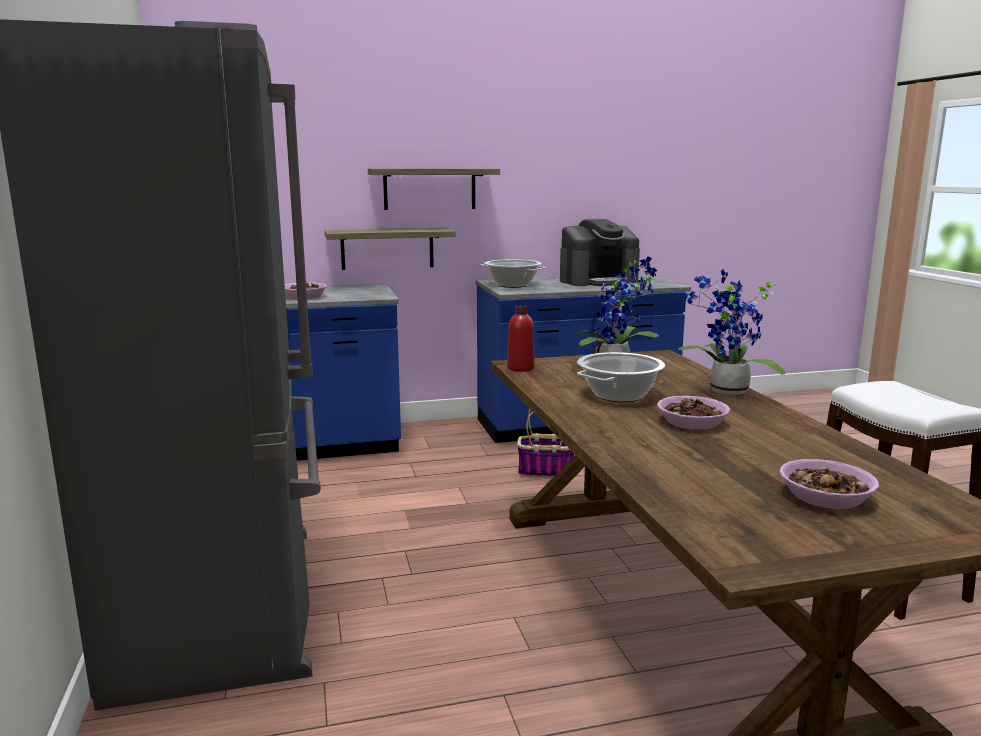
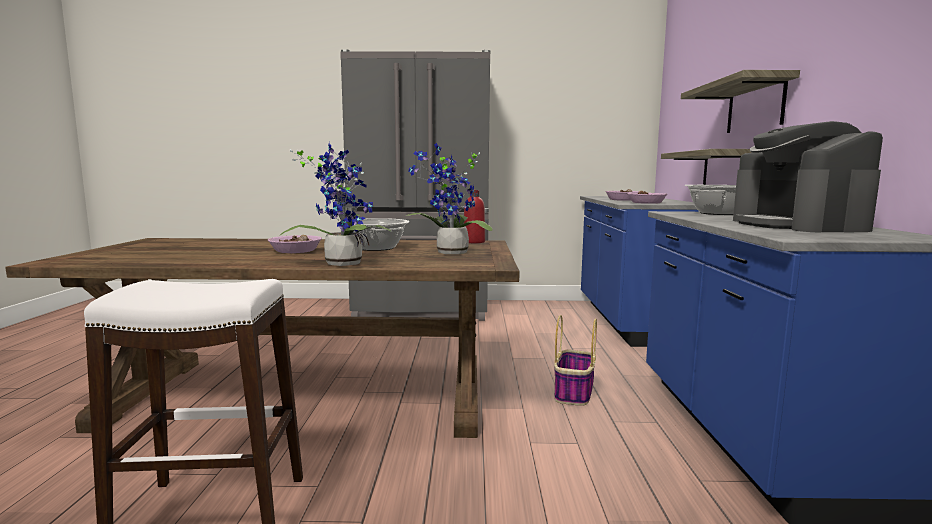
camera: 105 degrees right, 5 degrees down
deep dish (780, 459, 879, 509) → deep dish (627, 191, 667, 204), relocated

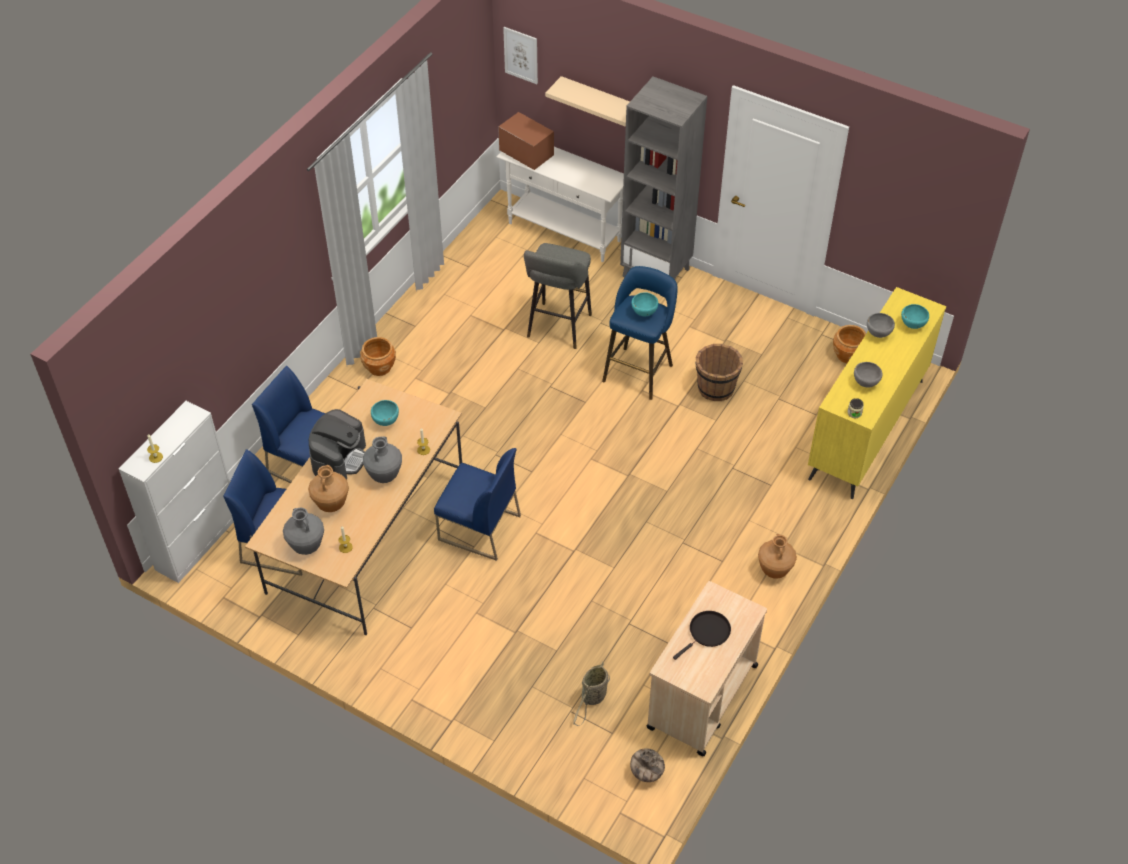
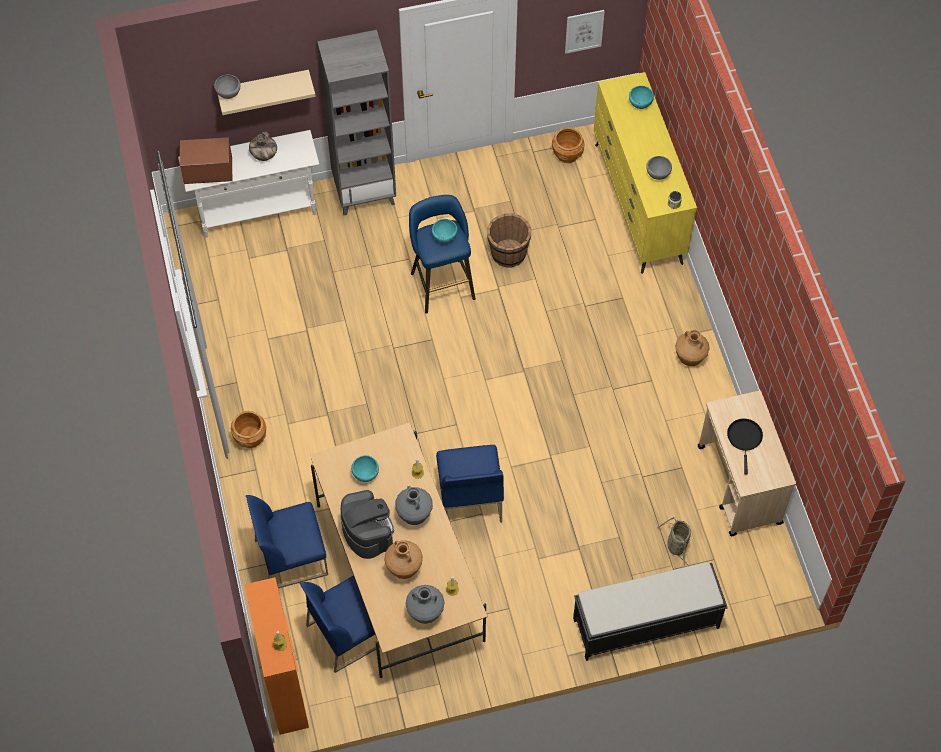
camera: 45 degrees left, 10 degrees up
white-coloured cupboard (118, 401, 234, 583) → orange-coloured cupboard (244, 577, 309, 735)
blue plain chair (434, 448, 521, 561) → blue plain chair (436, 445, 504, 523), 105 degrees clockwise
picture (503, 27, 538, 84) → picture (565, 10, 605, 54), relocated
grey stool seat (524, 243, 592, 349) → -
decorative vase (630, 748, 665, 782) → decorative vase (249, 131, 277, 161), relocated
grey deep dish (867, 313, 895, 338) → grey deep dish (214, 74, 240, 99), relocated
- → black long seat (573, 562, 728, 661)

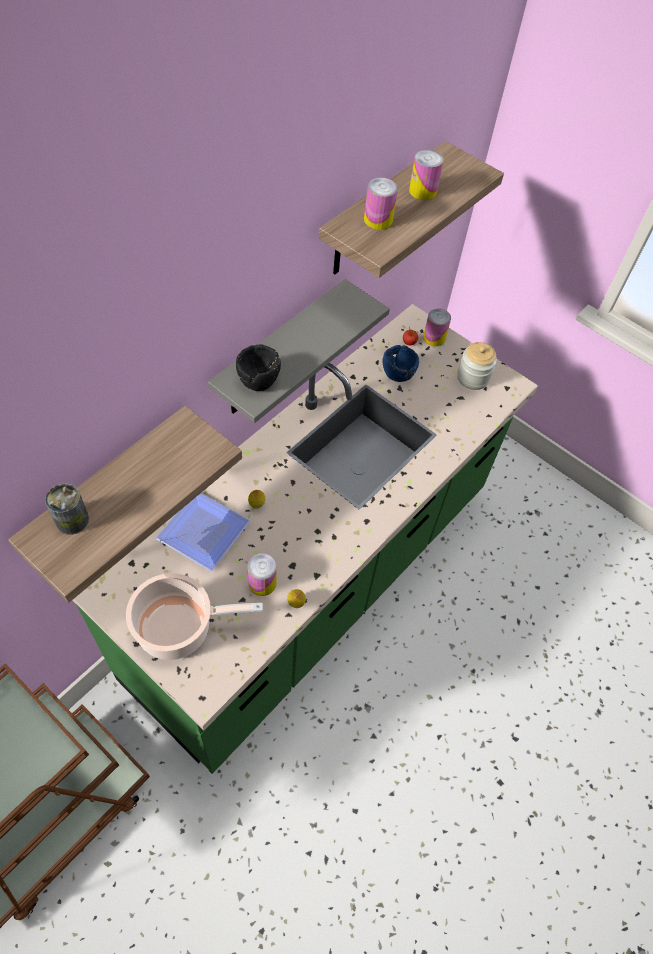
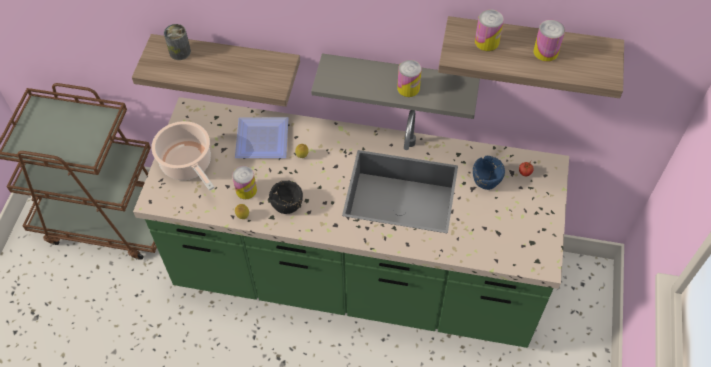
camera: 65 degrees right, 0 degrees up
black deep dish (236, 344, 281, 391) → black deep dish (269, 181, 303, 214), relocated
metal can (423, 308, 451, 346) → metal can (397, 60, 422, 97), relocated
jar (457, 342, 497, 390) → -

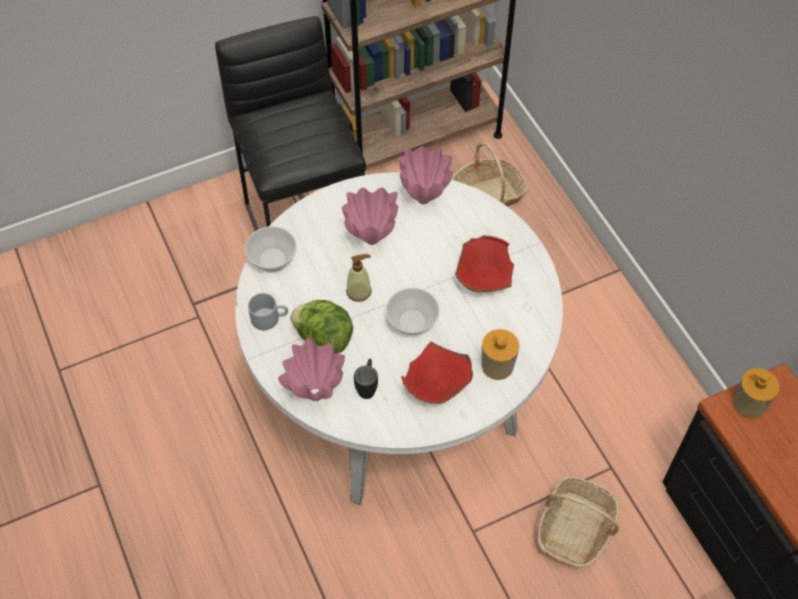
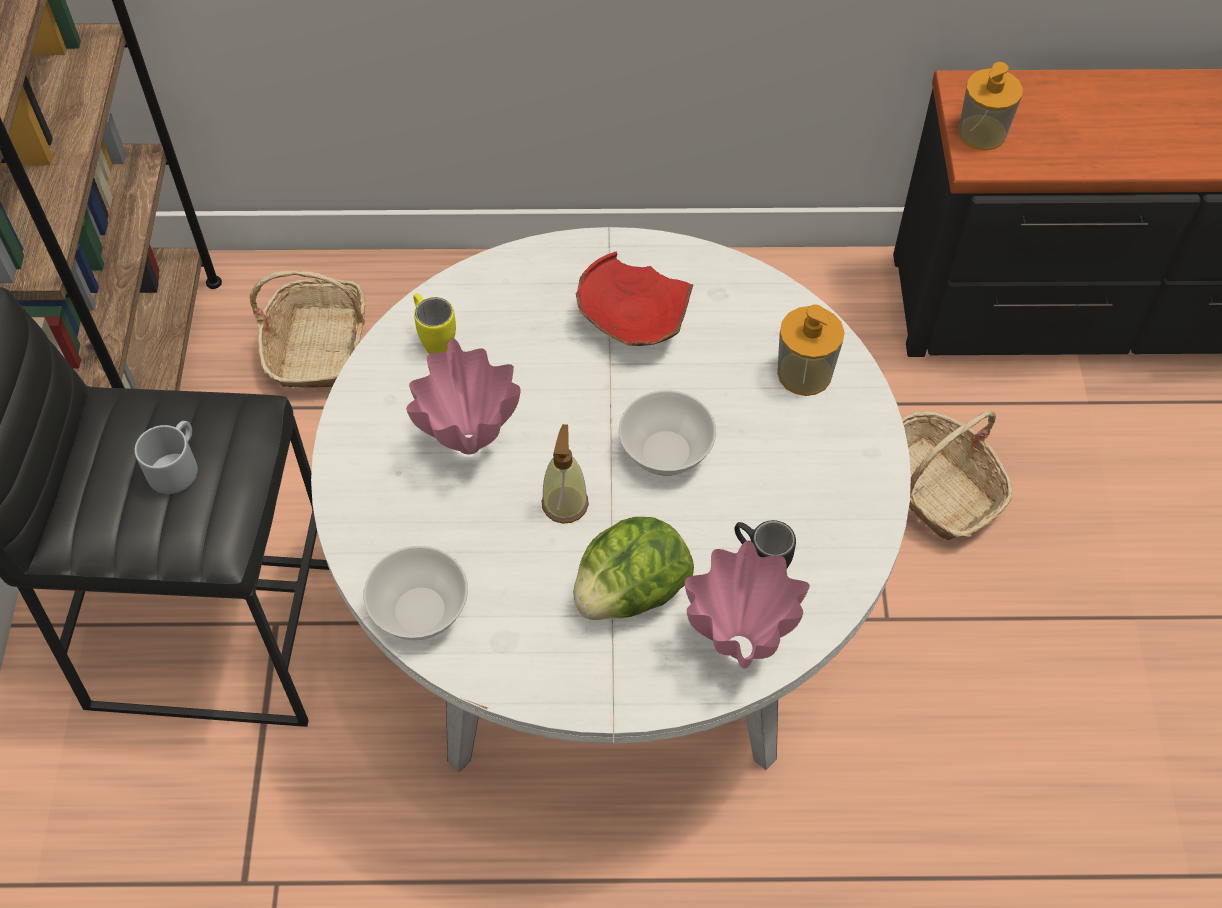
camera: 65 degrees left, 0 degrees up
grey coffee mug (248, 293, 288, 330) → grey coffee mug (135, 421, 198, 494), relocated
pinkish decorative vase (399, 146, 453, 204) → yellow-coloured coffee mug (413, 293, 456, 354)
red deep dish (401, 341, 473, 404) → -

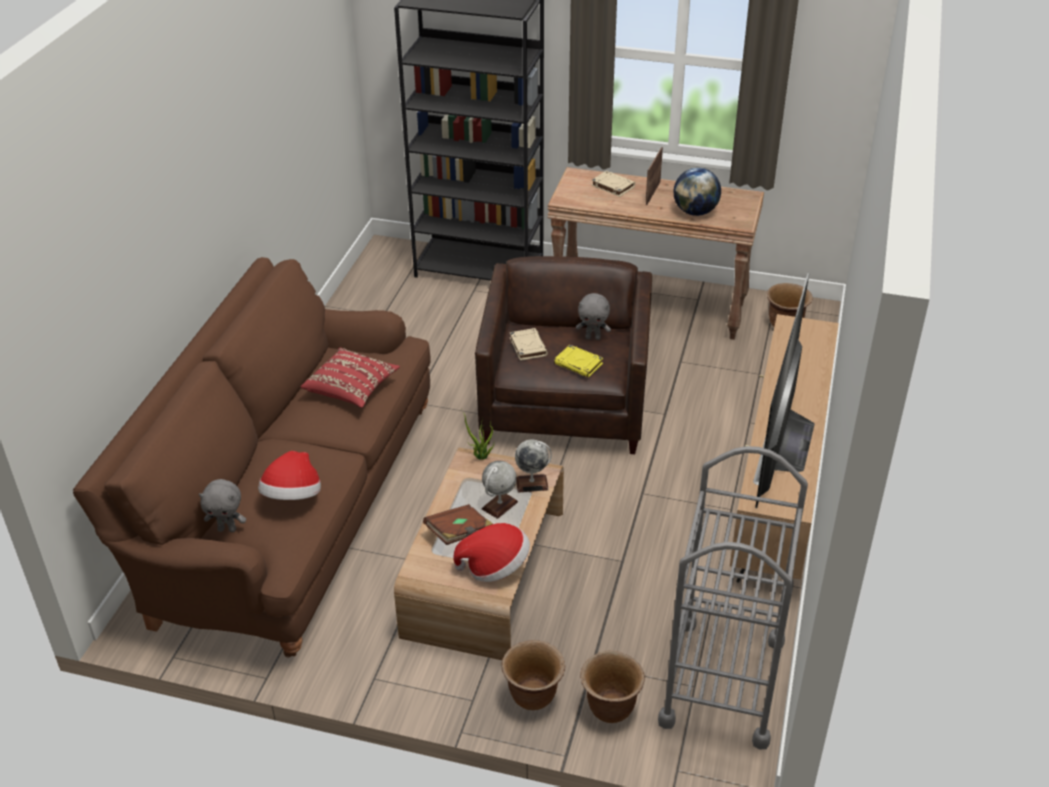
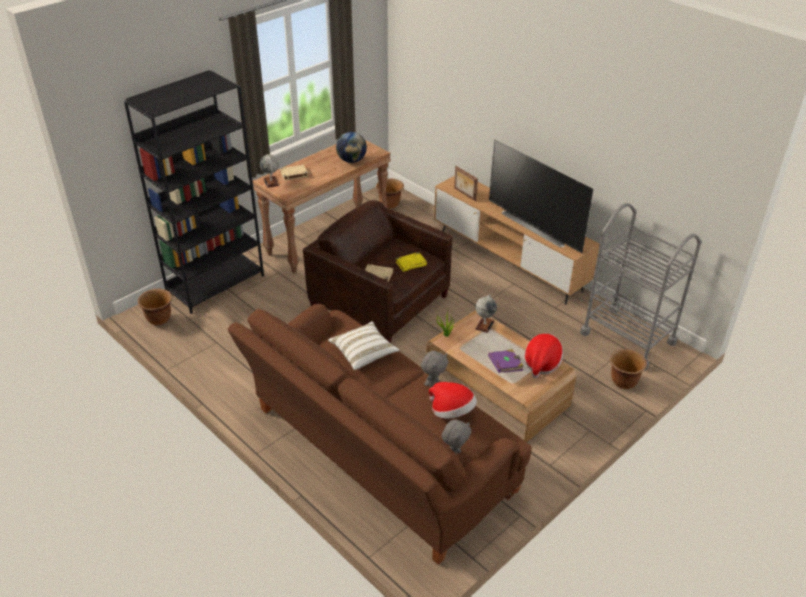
camera: 60 degrees left, 0 degrees up
red cushion (301, 347, 400, 408) → white-coloured cushion (328, 321, 400, 370)
brown volume (423, 504, 493, 545) → purple-coloured volume (488, 349, 523, 373)
globe (482, 461, 518, 519) → globe (260, 154, 279, 188), relocated
brown planter (501, 640, 565, 710) → brown planter (138, 289, 172, 325), relocated
grey plush toy (576, 293, 611, 340) → grey plush toy (421, 351, 449, 387), relocated
picture frame (646, 147, 663, 205) → picture frame (454, 166, 478, 201), relocated

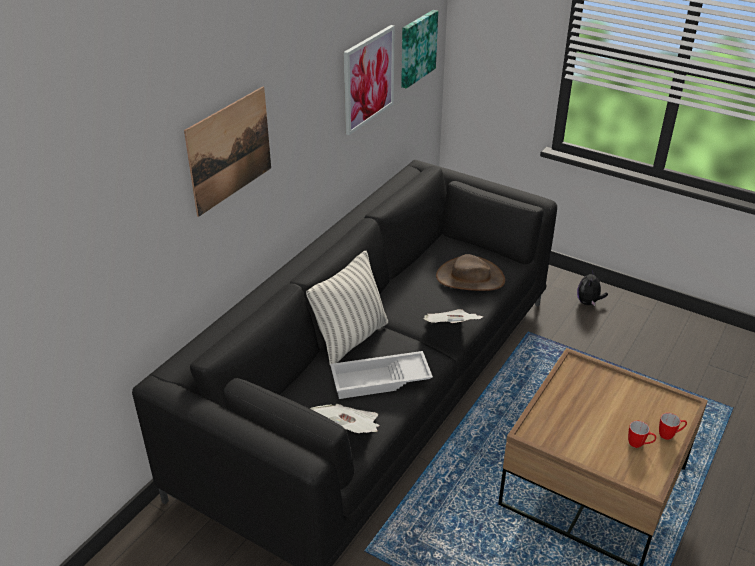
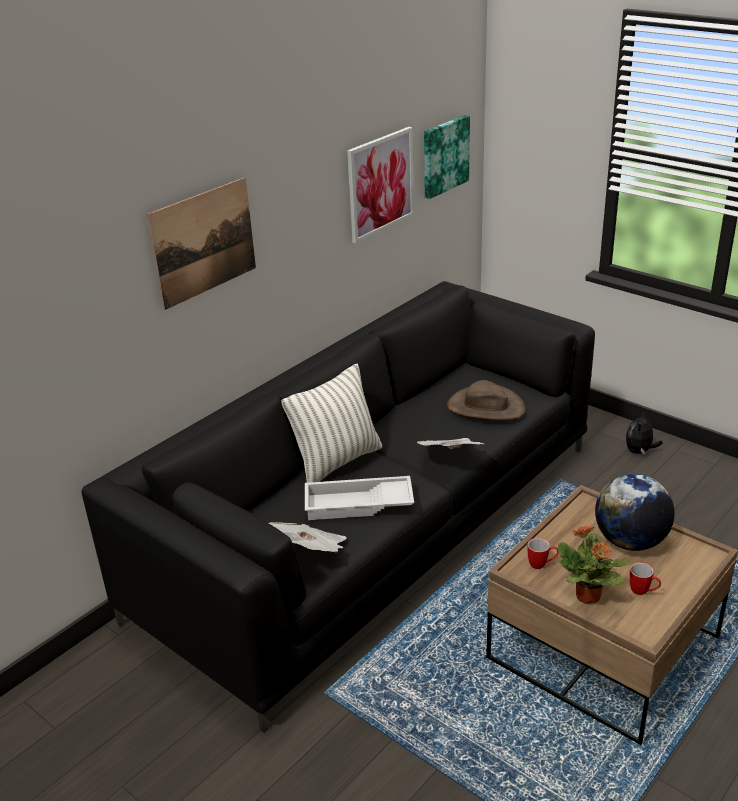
camera: 10 degrees right, 5 degrees down
coffee mug (659, 413, 687, 440) → coffee mug (527, 538, 559, 569), relocated
- → houseplant (558, 526, 630, 604)
- → globe (595, 474, 675, 551)

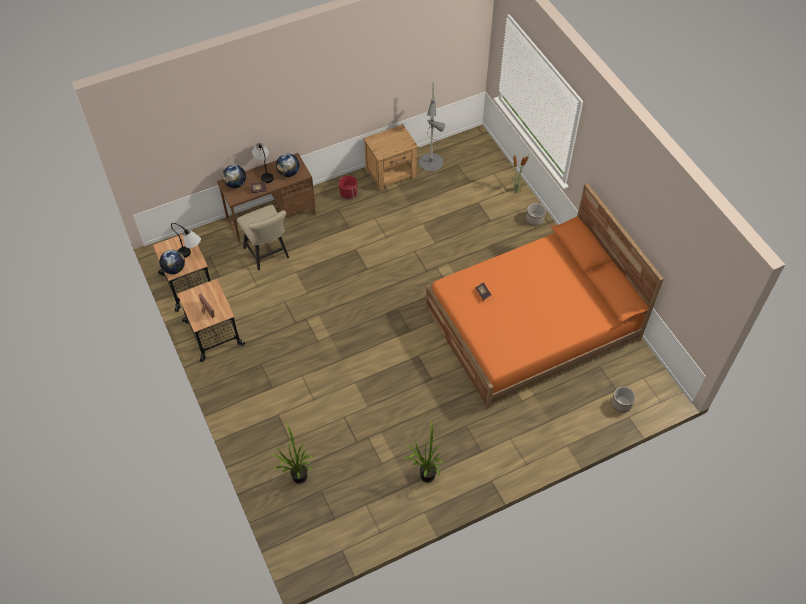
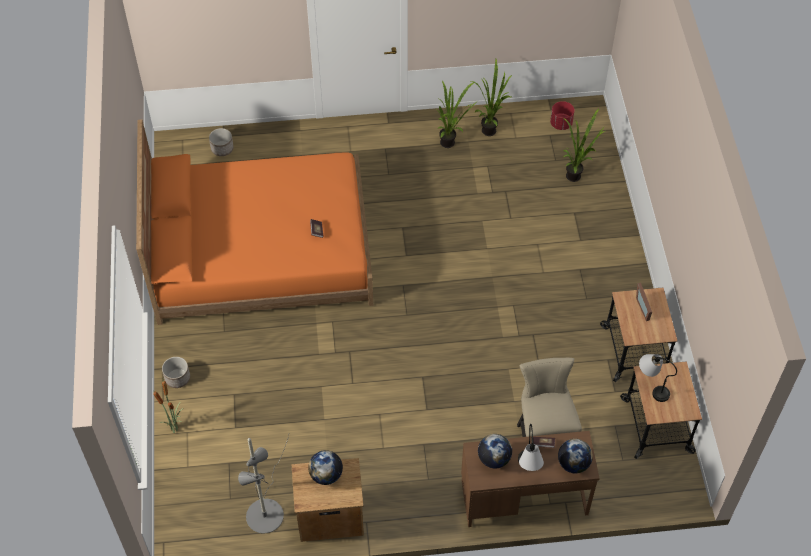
camera: 160 degrees left, 0 degrees up
globe (159, 250, 185, 274) → globe (308, 450, 343, 485), relocated
red planter (339, 175, 358, 199) → red planter (550, 101, 575, 130), relocated
- → houseplant (471, 59, 512, 136)

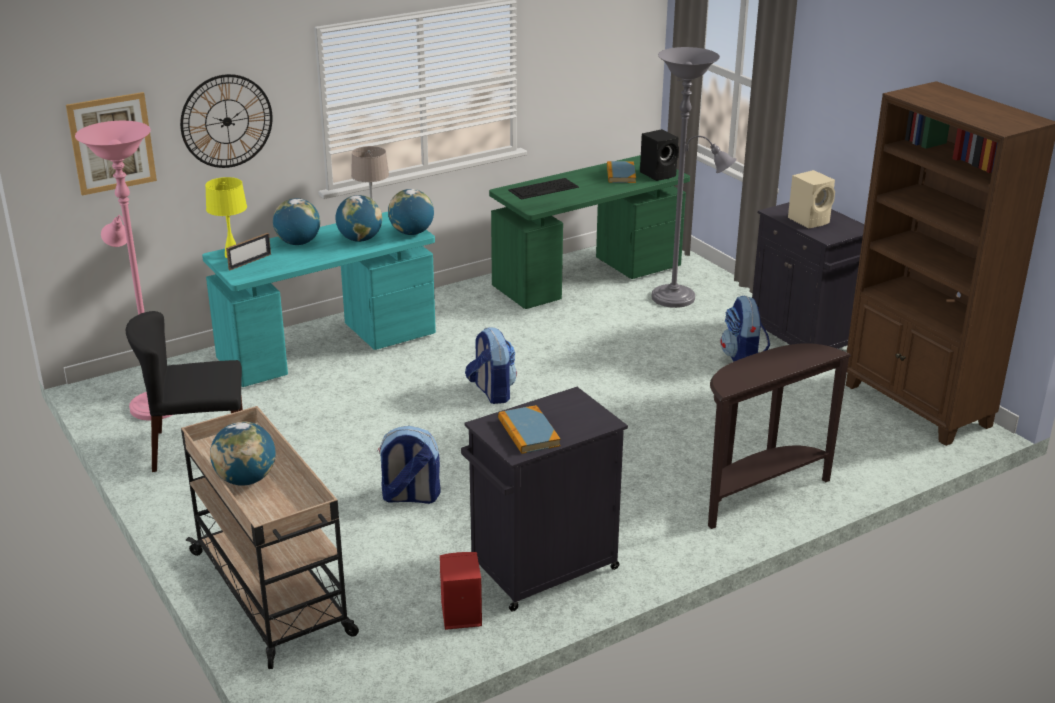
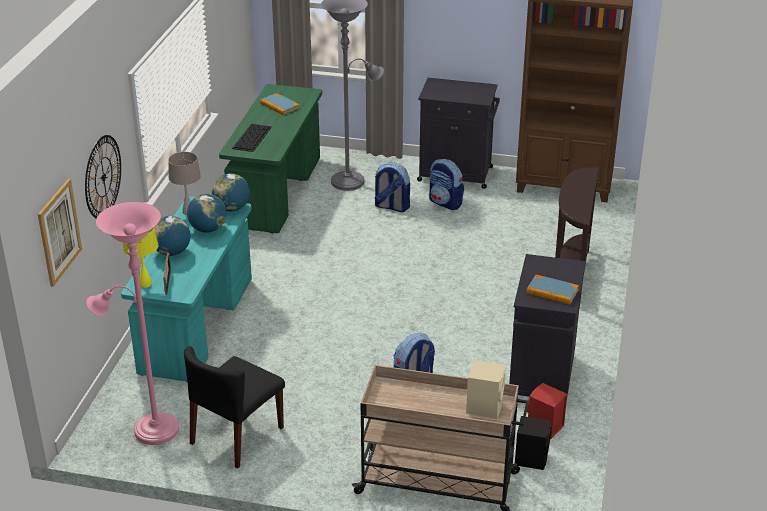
camera: 45 degrees left, 5 degrees up
globe (210, 421, 275, 486) → -
knapsack (465, 327, 517, 404) → knapsack (374, 163, 410, 212), relocated
black loudspeaker (640, 129, 679, 181) → black loudspeaker (515, 416, 551, 470), relocated
beige loudspeaker (788, 170, 835, 228) → beige loudspeaker (466, 360, 506, 418), relocated

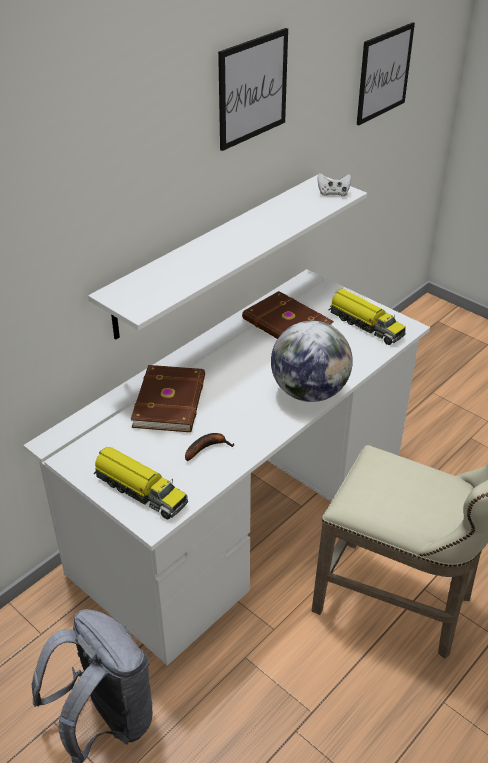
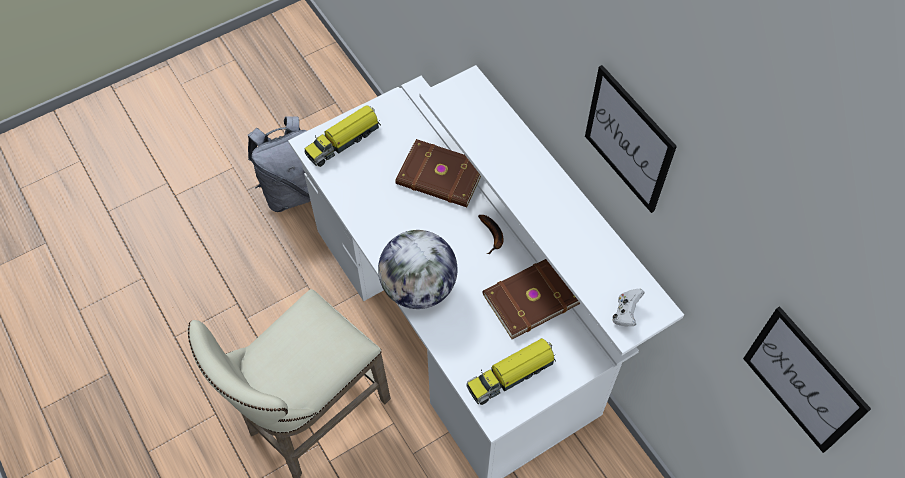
camera: 105 degrees right, 20 degrees up
banana (185, 433, 234, 461) → banana (478, 215, 504, 254), relocated

